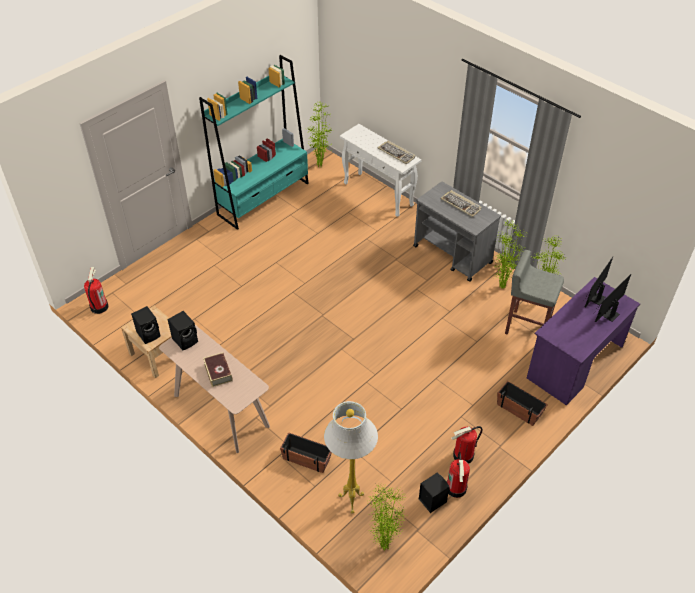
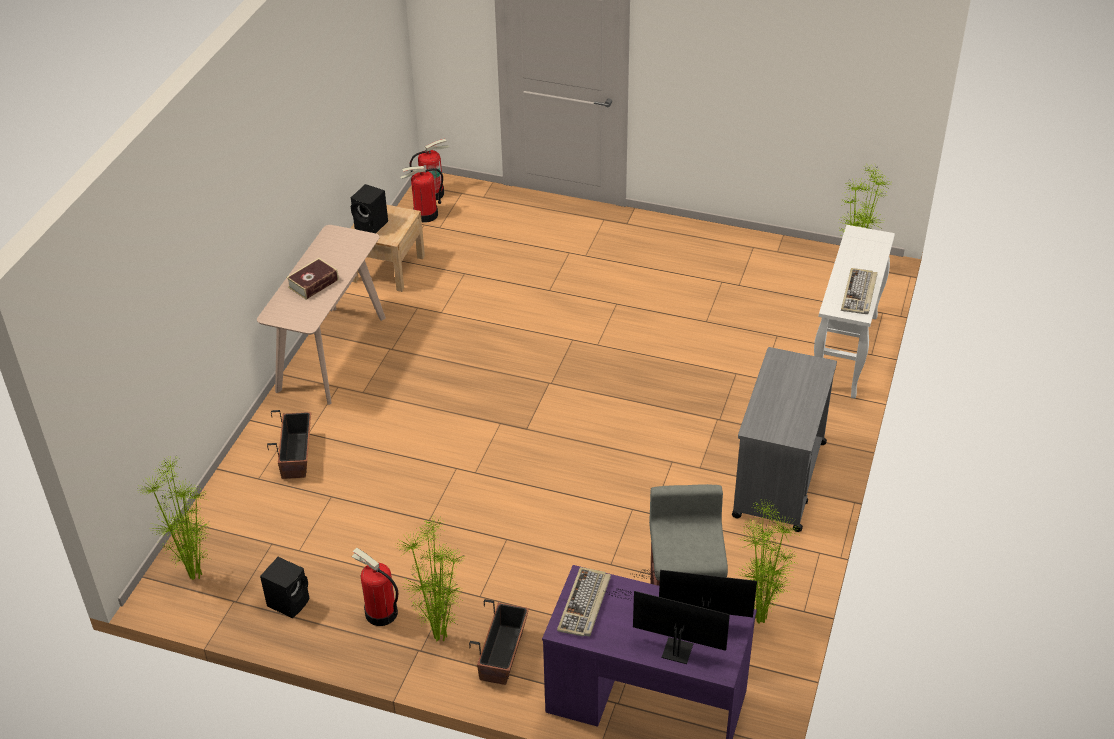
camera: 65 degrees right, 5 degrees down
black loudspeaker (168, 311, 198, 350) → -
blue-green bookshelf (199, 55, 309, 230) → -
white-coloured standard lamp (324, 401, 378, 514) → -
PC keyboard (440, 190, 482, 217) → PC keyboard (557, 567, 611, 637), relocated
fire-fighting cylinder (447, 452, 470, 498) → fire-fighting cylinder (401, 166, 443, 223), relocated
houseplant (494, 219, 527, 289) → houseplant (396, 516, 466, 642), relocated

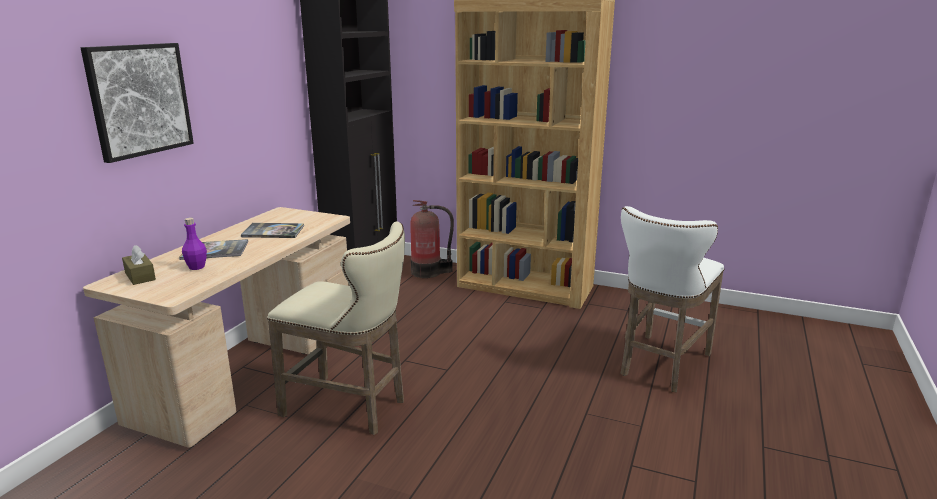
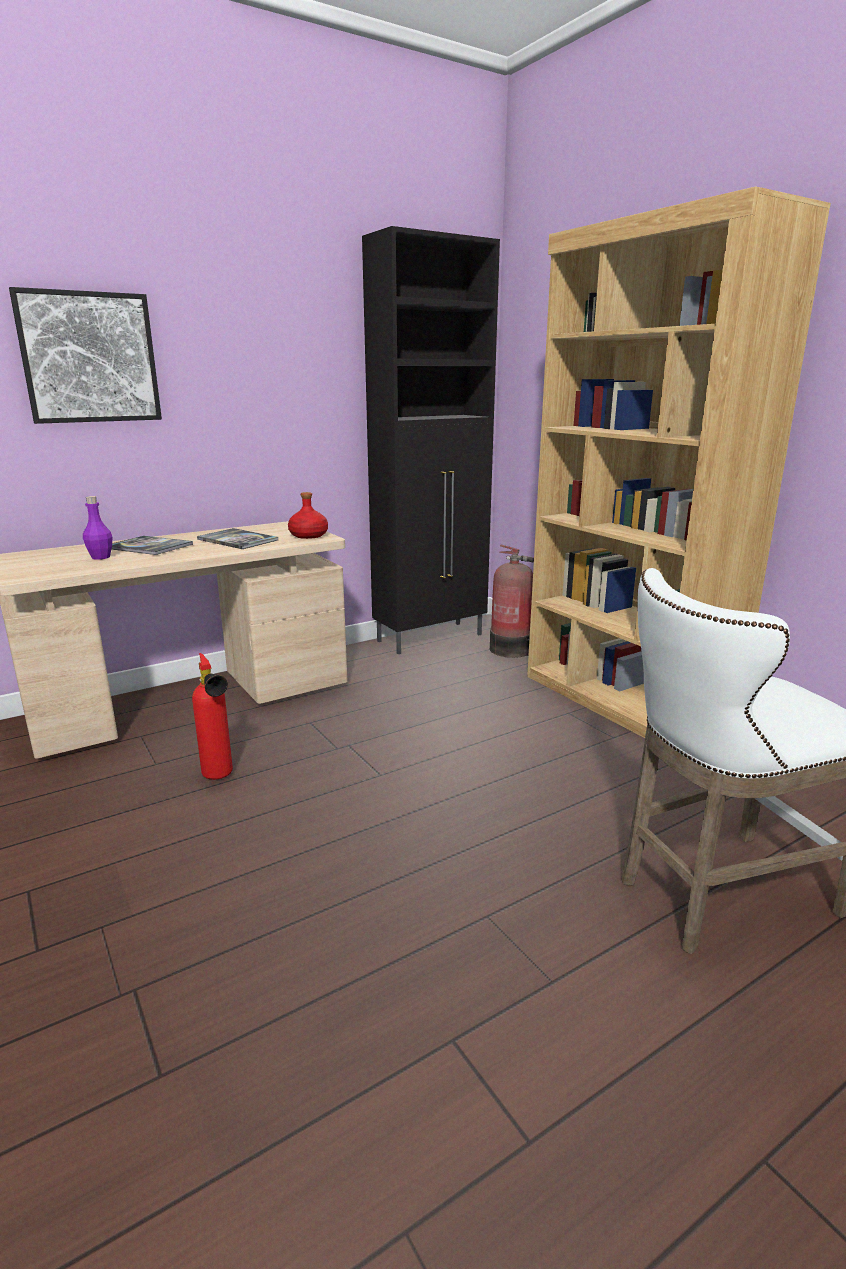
camera: 35 degrees right, 0 degrees up
brown box of tissues (122, 245, 156, 285) → -
beige stool seat (267, 221, 405, 435) → fire-fighting cylinder (192, 653, 233, 780)
- → red drink bottle (288, 492, 328, 539)

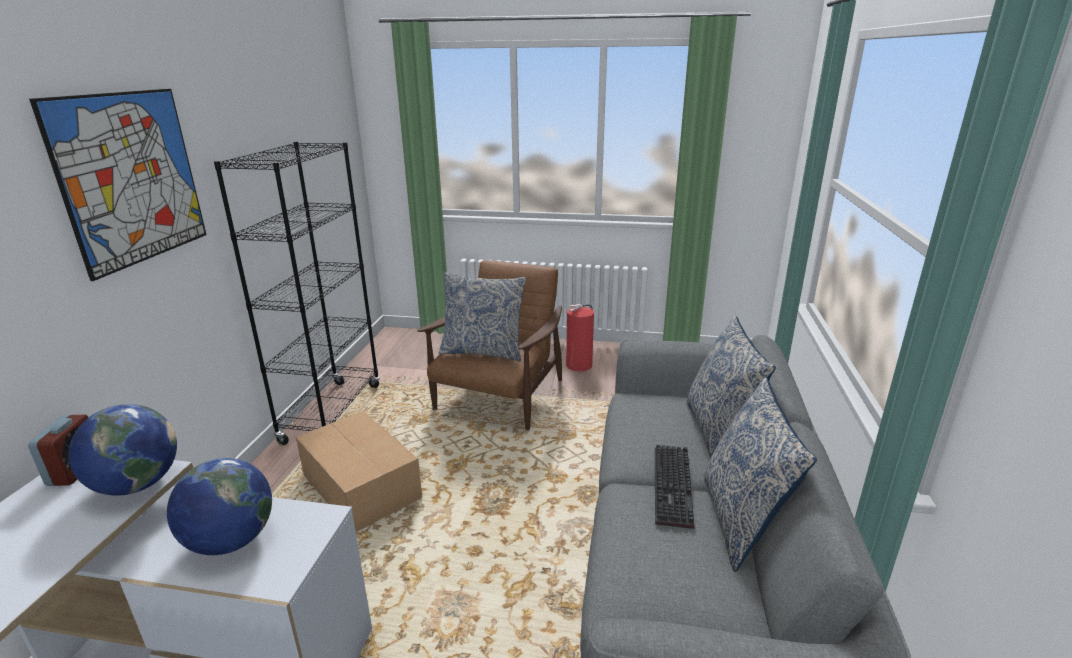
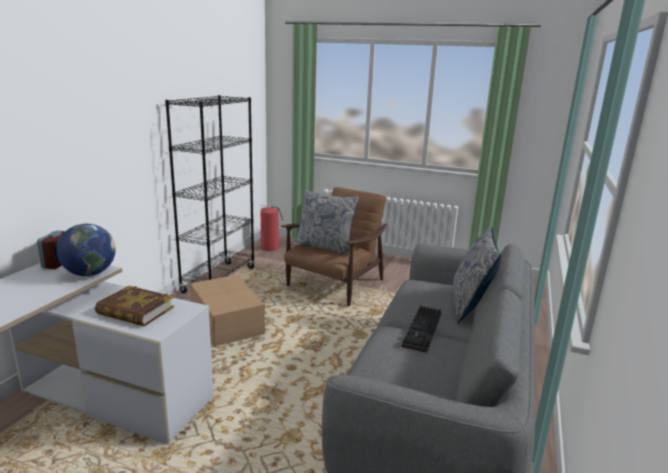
camera: 10 degrees right, 5 degrees down
picture (29, 89, 207, 281) → -
globe (167, 458, 272, 555) → volume (95, 285, 174, 326)
fire-fighting cylinder (566, 304, 594, 371) → fire-fighting cylinder (261, 205, 283, 251), relocated
cushion (703, 377, 817, 572) → -

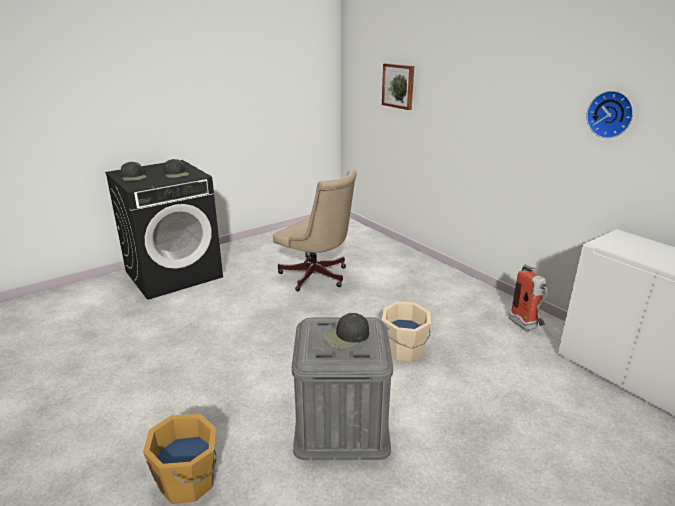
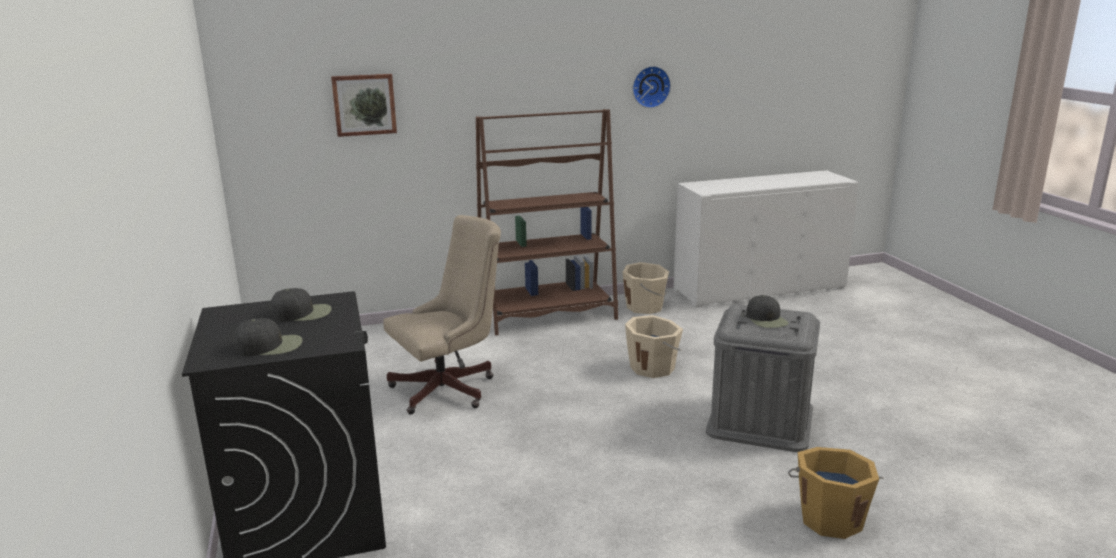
camera: 70 degrees left, 5 degrees down
fire-fighting cylinder (509, 264, 548, 331) → beige water bucket (623, 262, 669, 314)
- → brown bookshelf (476, 109, 618, 336)

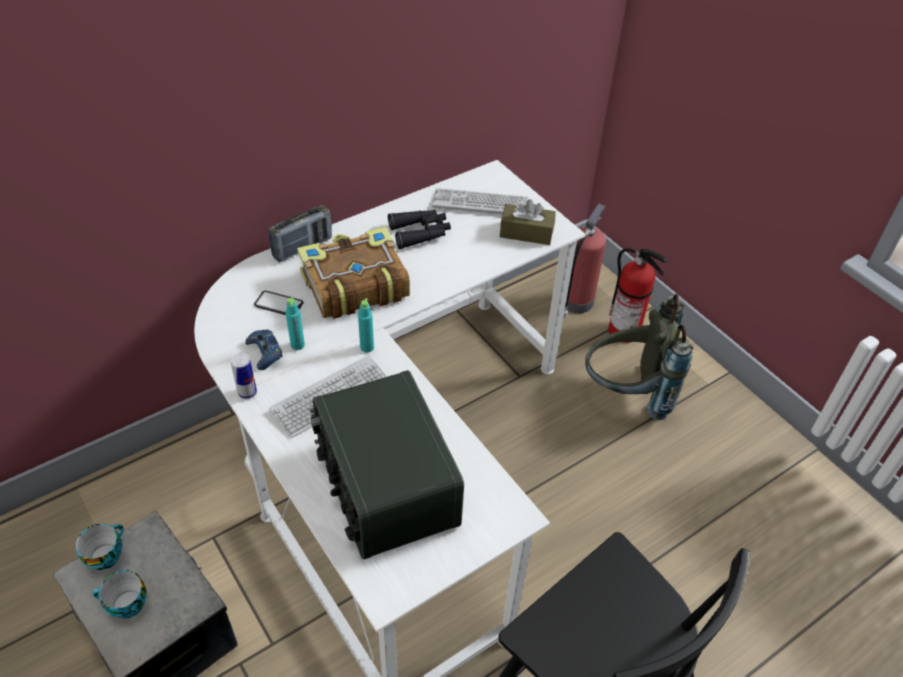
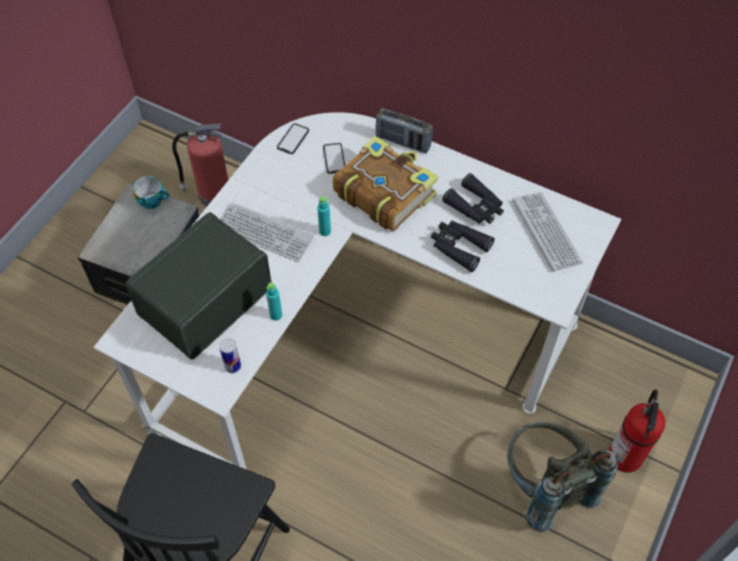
camera: 65 degrees right, 10 degrees up
cup (93, 570, 147, 618) → -
metal can (231, 353, 257, 399) → metal can (219, 338, 241, 373), relocated
blue joypad (245, 330, 283, 370) → -
blue-green drink bottle (286, 298, 305, 350) → blue-green drink bottle (266, 282, 282, 321), relocated
brown box of tissues (500, 199, 556, 245) → -
fire-fighting cylinder (563, 204, 606, 318) → fire-fighting cylinder (172, 123, 228, 207), relocated
- → handset (277, 123, 309, 154)
- → black field glasses (431, 220, 495, 272)

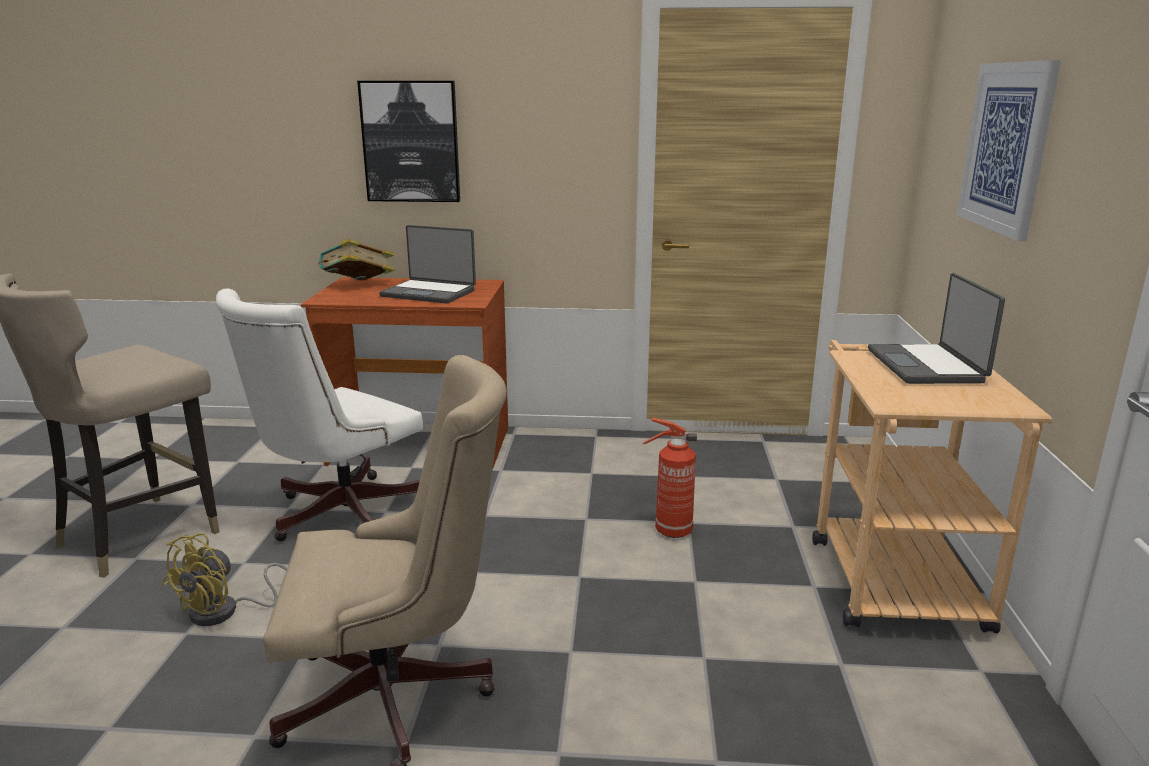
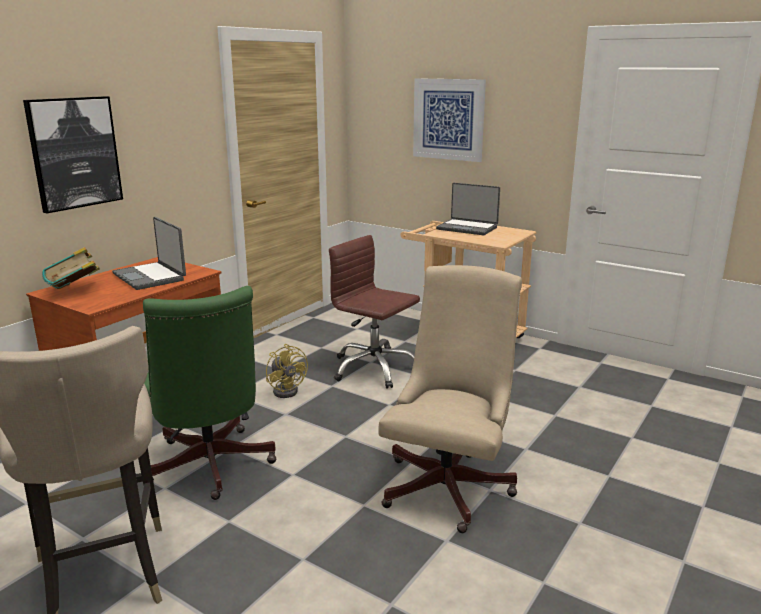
camera: 60 degrees left, 0 degrees up
yellow-coloured cooling fan (162, 533, 287, 626) → yellow-coloured cooling fan (266, 344, 308, 398), relocated
white-coloured office chair (216, 289, 423, 542) → green-coloured office chair (143, 286, 277, 500)
laptop (379, 225, 476, 304) → laptop (112, 217, 186, 290), 90 degrees clockwise
fire-fighting cylinder (642, 418, 697, 538) → brown office chair (329, 235, 420, 389)

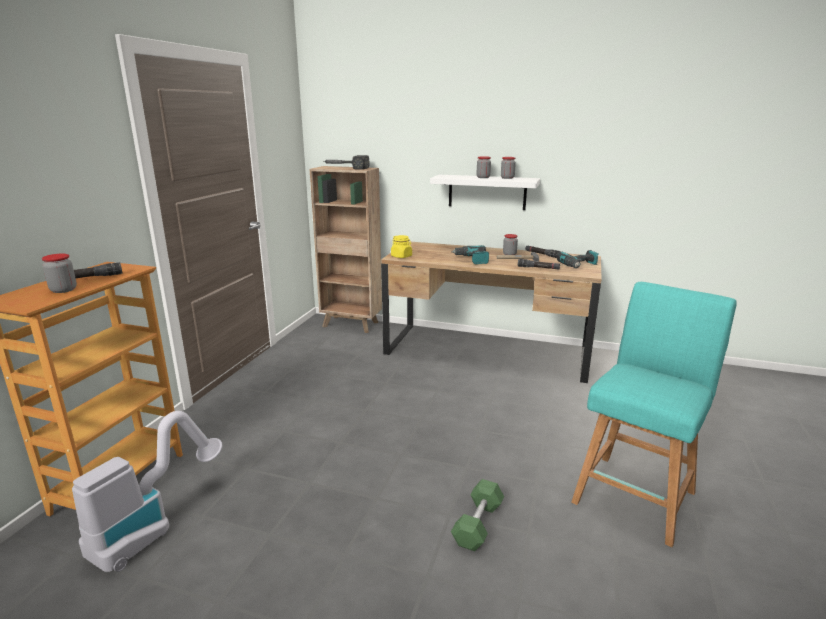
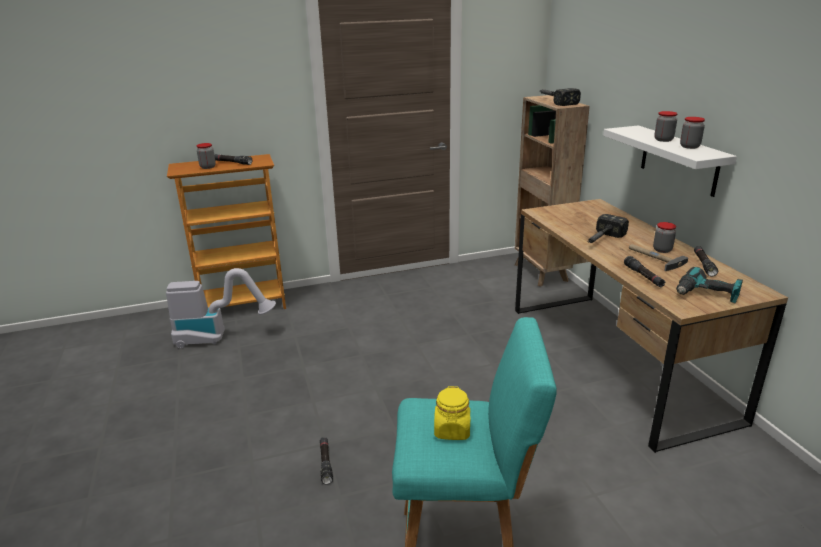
camera: 55 degrees right, 5 degrees up
yellow-coloured jar (391, 235, 412, 258) → yellow-coloured jar (434, 386, 470, 440), relocated
electric drill (451, 245, 489, 264) → tool hammer (587, 214, 629, 243)
green-coloured dumbbell (451, 479, 504, 551) → black flashlight (320, 437, 333, 485)

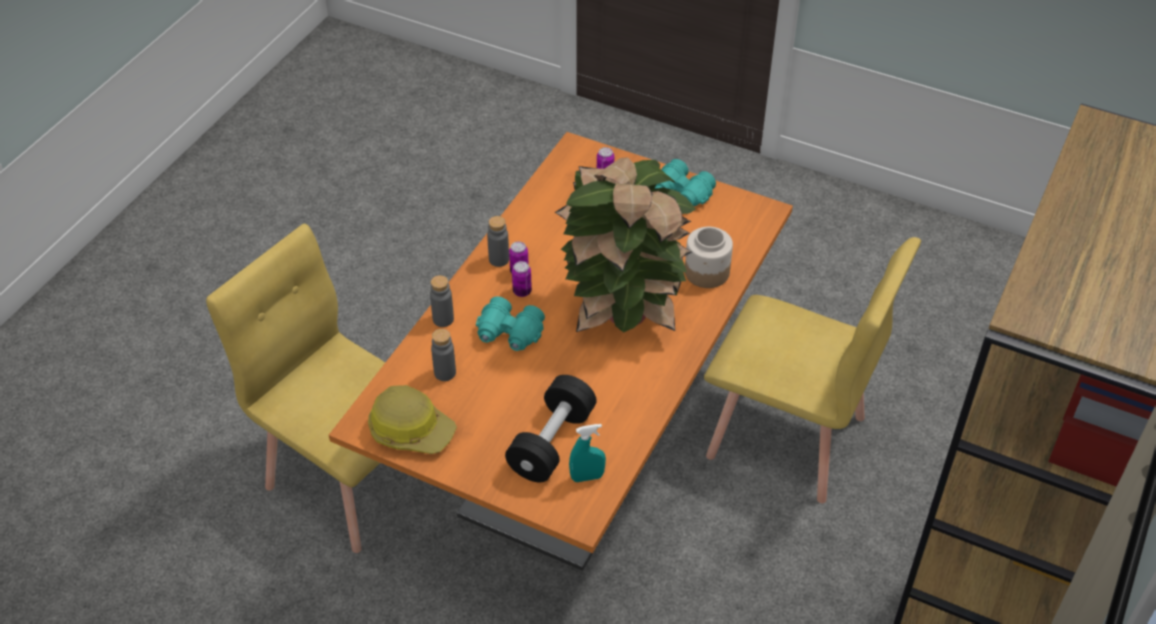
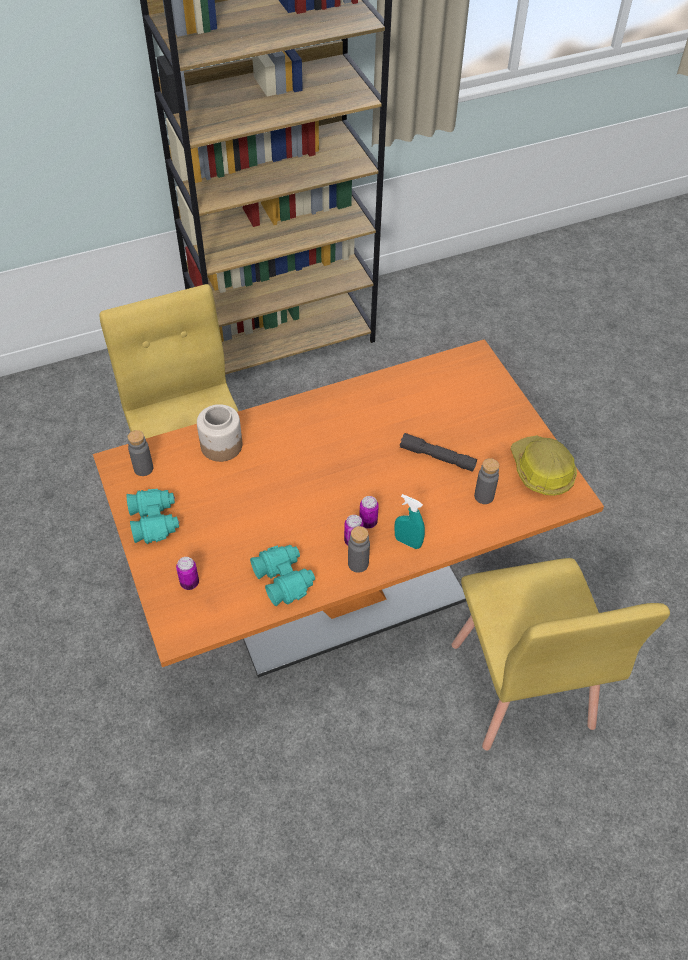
camera: 140 degrees left, 5 degrees up
grey drink bottle (430, 275, 454, 327) → grey drink bottle (127, 430, 153, 476), relocated
blue-green field glasses (476, 296, 545, 351) → blue-green field glasses (250, 545, 315, 606), relocated
black dumbbell (505, 375, 597, 482) → -
houseplant (555, 157, 696, 333) → -
blue-green spray bottle (569, 424, 606, 482) → blue-green spray bottle (395, 494, 425, 549), relocated
- → grey flashlight (400, 433, 477, 472)

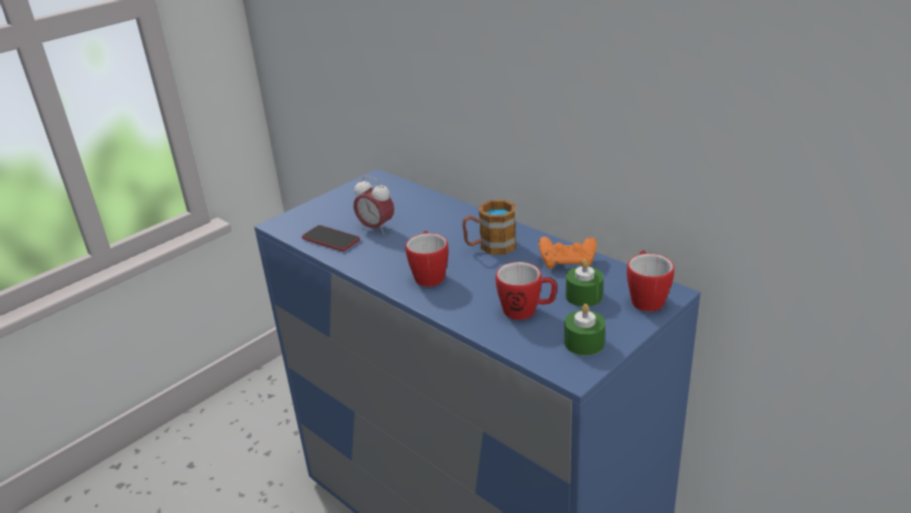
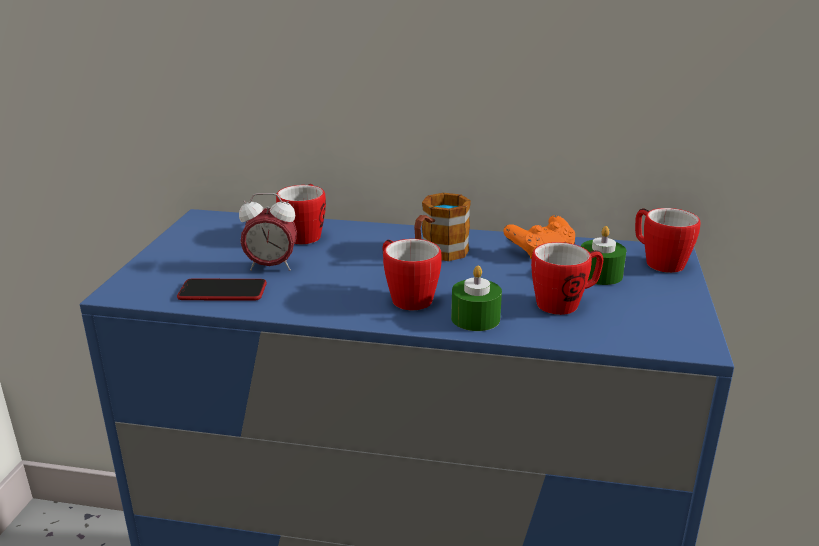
camera: 35 degrees left, 5 degrees down
green-coloured wax light (564, 304, 605, 356) → green-coloured wax light (451, 266, 502, 331), relocated
- → coffee mug (276, 184, 326, 244)

